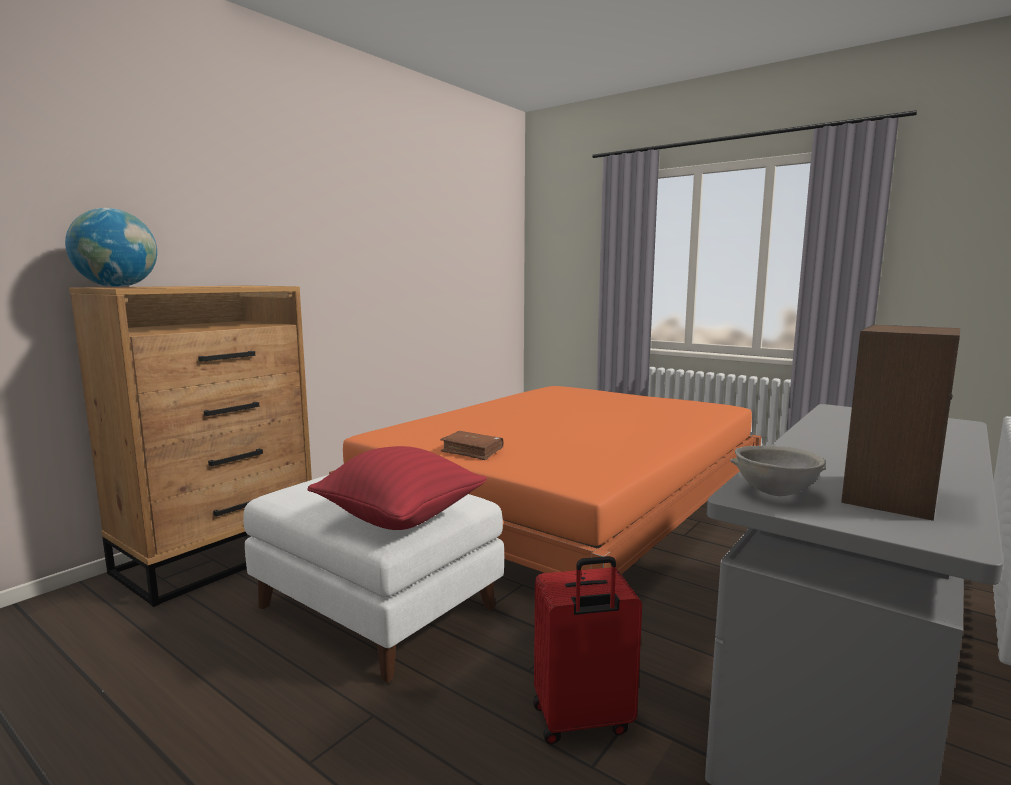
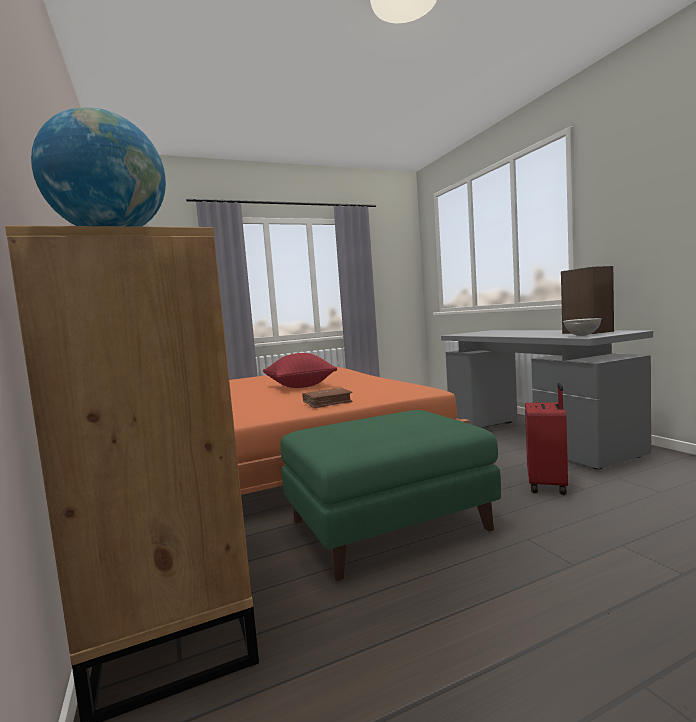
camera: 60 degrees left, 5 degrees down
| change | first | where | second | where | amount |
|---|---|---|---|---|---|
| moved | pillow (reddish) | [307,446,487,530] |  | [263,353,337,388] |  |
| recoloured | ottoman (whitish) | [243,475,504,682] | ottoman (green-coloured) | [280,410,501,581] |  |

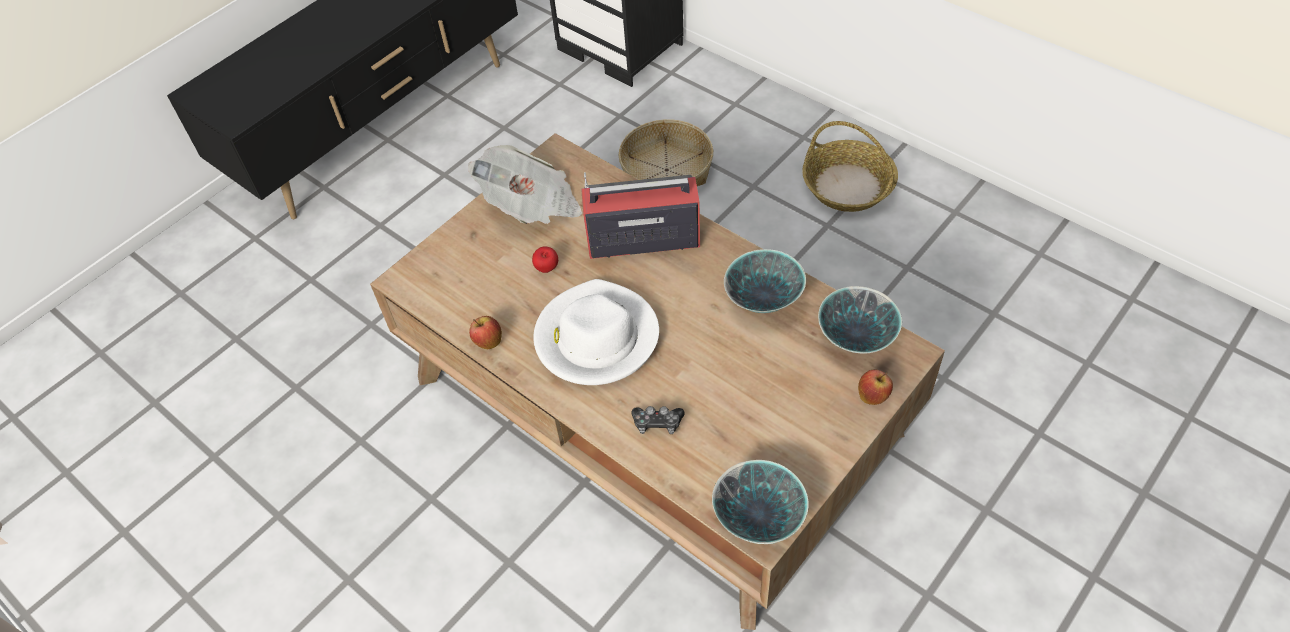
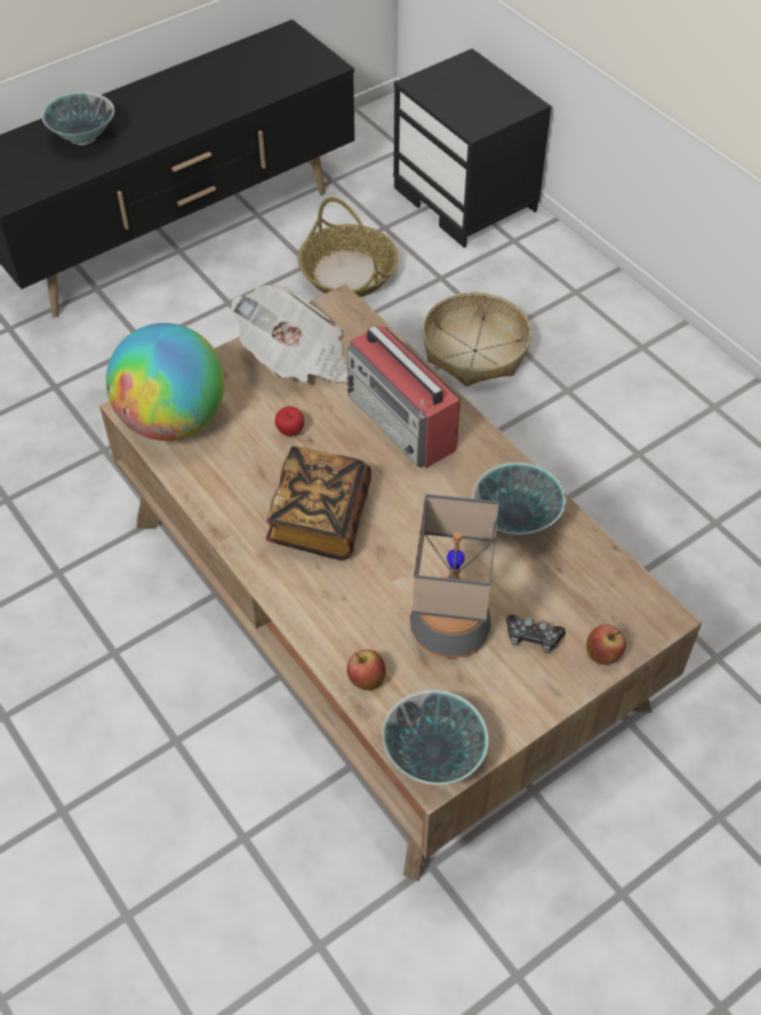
camera: 10 degrees right, 0 degrees up
| change | first | where | second | where | amount |
|---|---|---|---|---|---|
| added |  |  | globe | [106,323,225,441] |  |
| added |  |  | tabletop lamp | [410,494,499,658] |  |
| moved | whole apple | [469,316,502,349] |  | [347,650,386,691] |  |
| moved | gamepad | [631,406,685,434] |  | [506,615,566,653] |  |
| moved | basket | [802,121,898,212] |  | [298,197,398,297] |  |
| moved | deep dish | [818,286,902,354] |  | [42,92,115,145] |  |
| replaced | hat (whitish) | [533,279,659,385] | volume | [266,446,371,560] |  |
| turned | radio | [581,172,700,259] |  | [346,325,460,468] | 135 degrees counterclockwise |

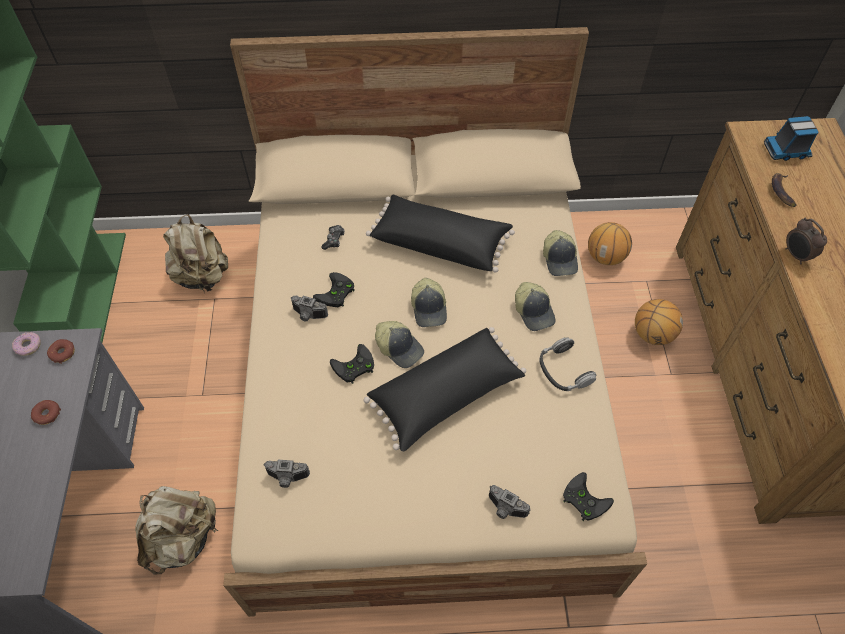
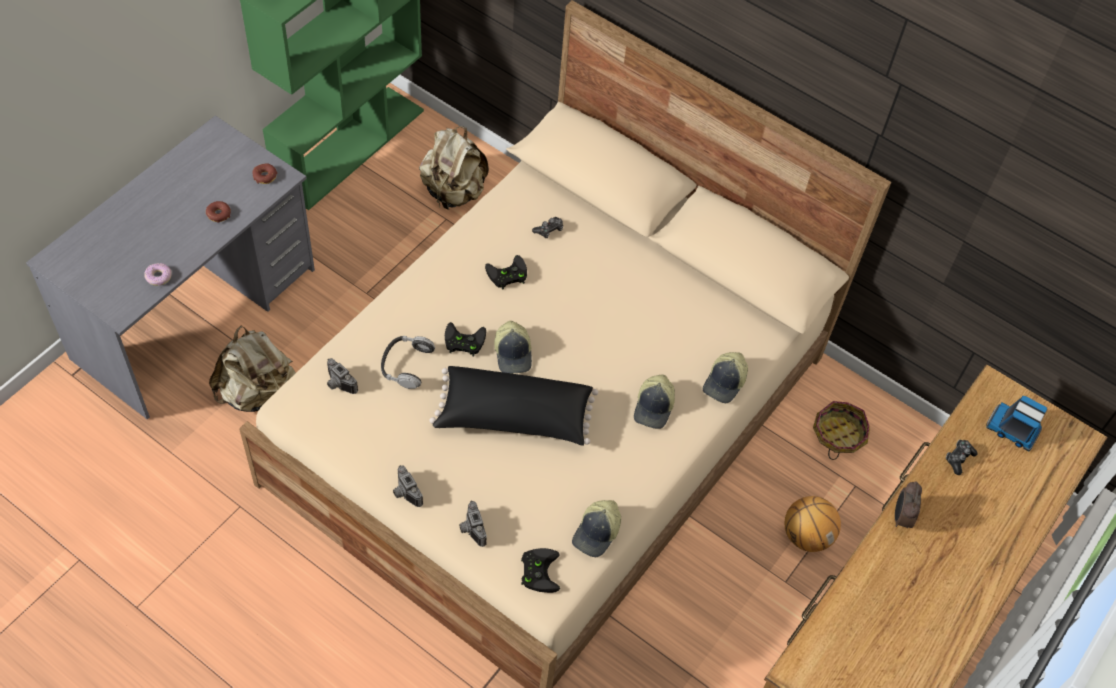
camera: 35 degrees right, 0 degrees up
| change | first | where | second | where | amount |
|---|---|---|---|---|---|
| removed | pillow (blackish) | [366,195,515,273] |  |  |  |
| moved | ring doughnut | [12,332,41,356] |  | [144,263,172,286] |  |
| moved | photo camera | [290,296,328,321] |  | [393,465,423,507] |  |
| moved | baseball cap | [411,278,447,327] |  | [572,500,621,557] |  |
| moved | headset | [539,338,597,391] |  | [381,336,435,389] |  |
| replaced | basketball | [588,222,632,265] | basket | [813,401,870,460] |  |
| replaced | banana fruit | [772,173,797,207] | gamepad | [946,440,978,475] |  |

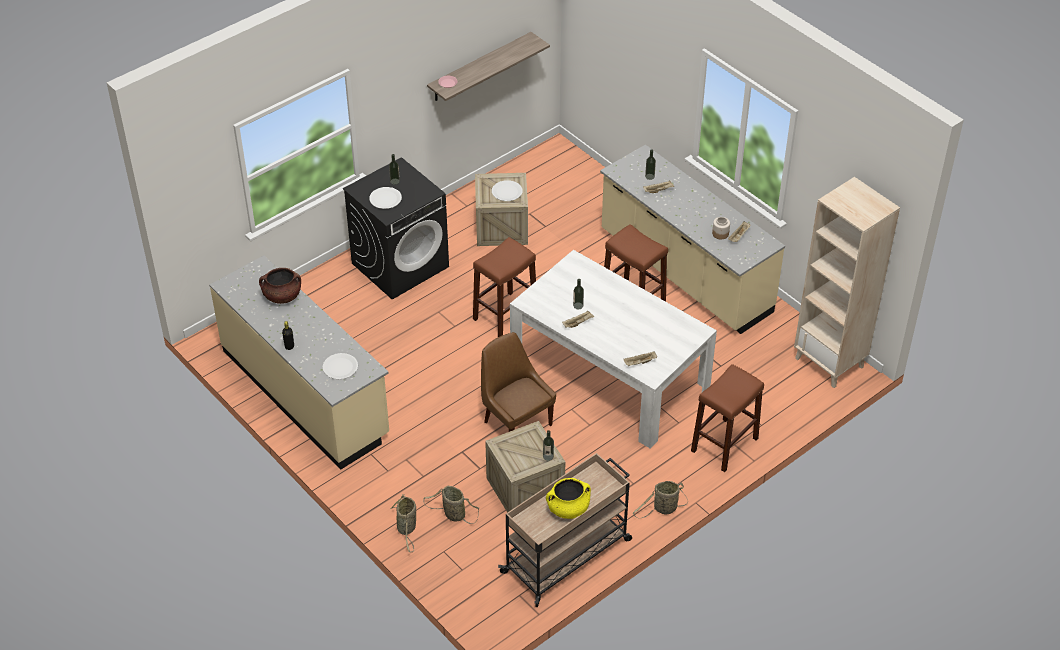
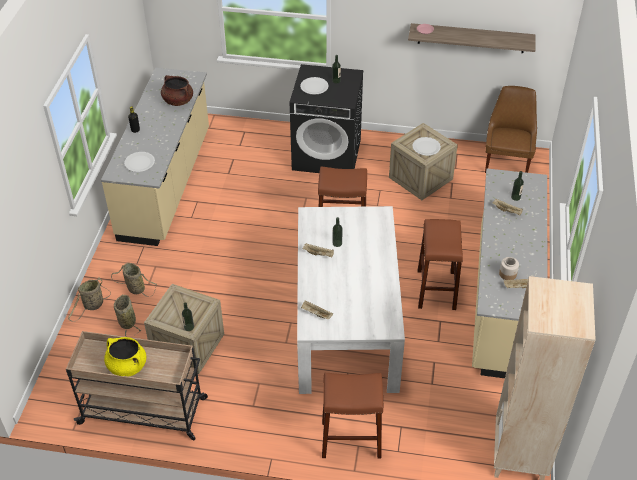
camera: 50 degrees right, 0 degrees up
| change | first | where | second | where | amount |
|---|---|---|---|---|---|
| moved | plain chair (brownish) | [481,332,556,432] |  | [485,86,537,173] |  |
| moved | basket | [633,481,688,518] |  | [111,263,157,297] |  |

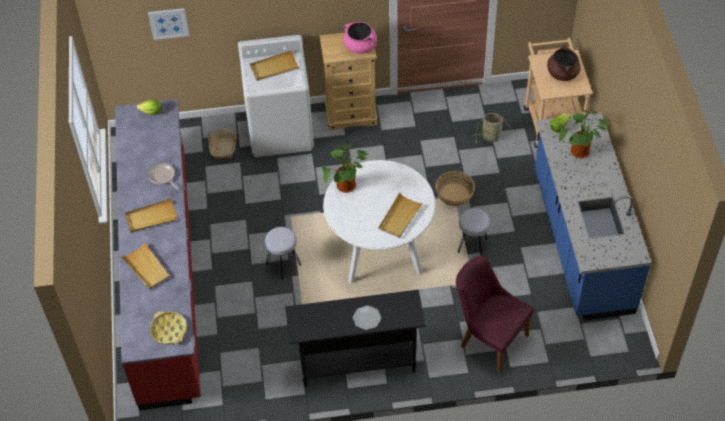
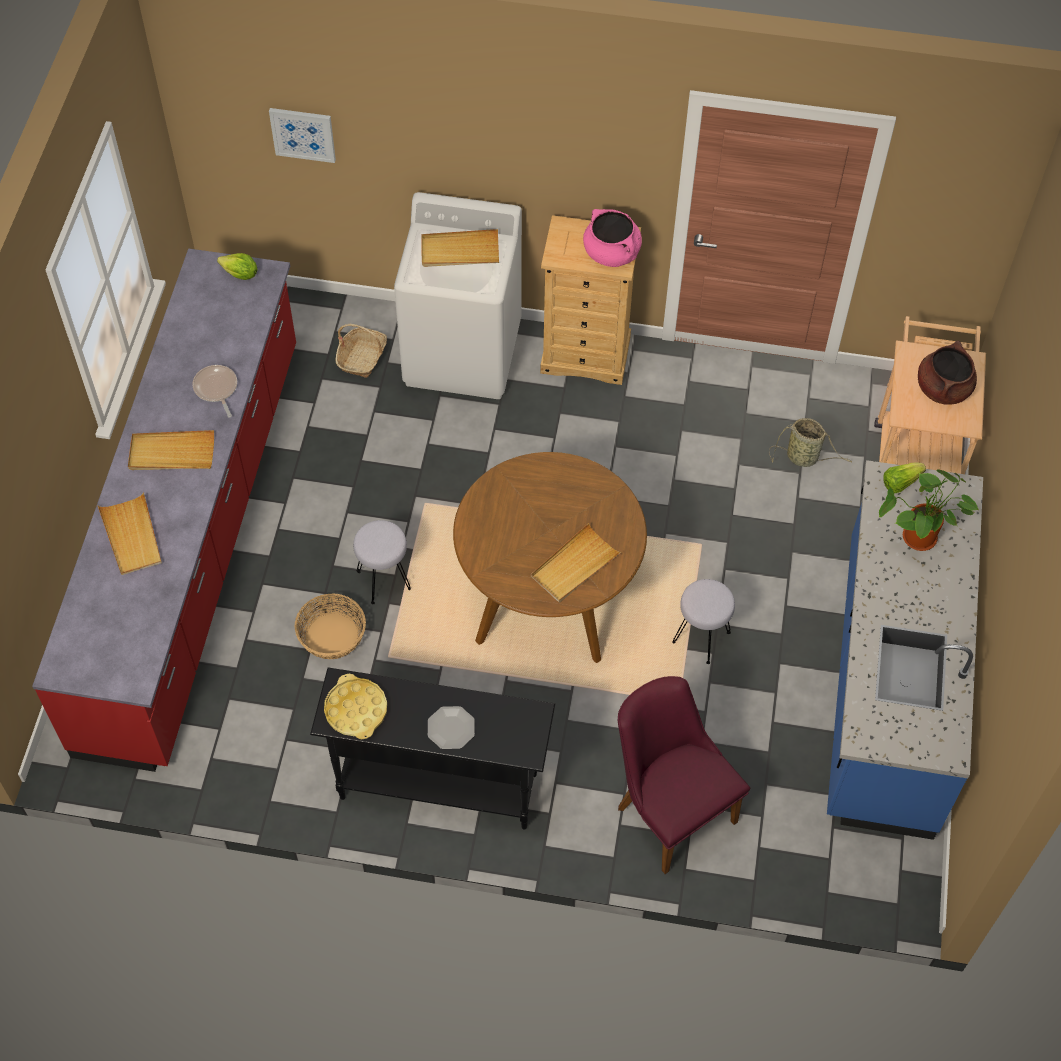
camera: 15 degrees right, 5 degrees up
| change | first | where | second | where | amount |
|---|---|---|---|---|---|
| removed | plant in a pot | [322,143,368,193] |  |  |  |
| moved | carrying tray (yellowish) | [150,311,187,345] |  | [324,674,387,739] |  |
| moved | basket | [435,171,475,207] |  | [295,594,366,659] |  |
| recoloured | dinner table (whitish) | [323,160,436,283] | dinner table (brownish) | [453,452,647,663] |  |

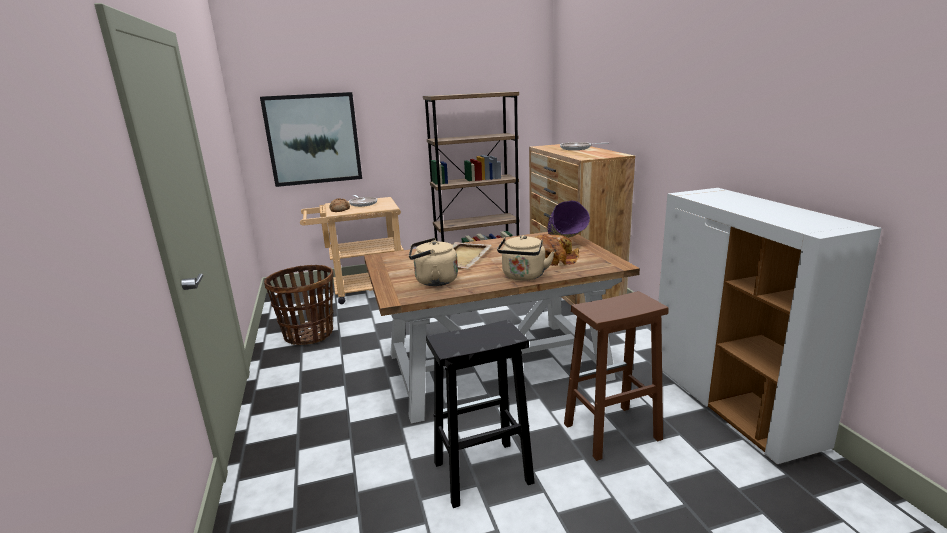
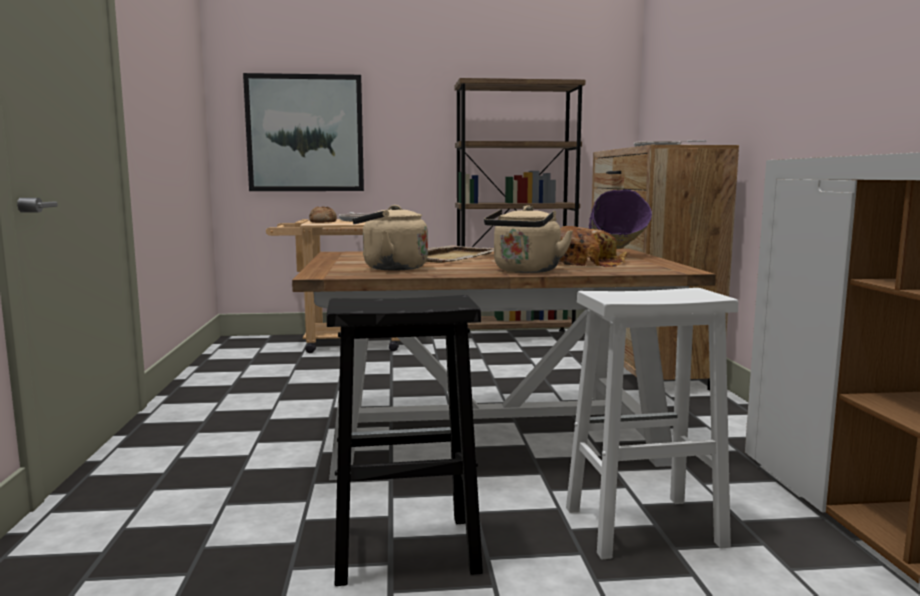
camera: 10 degrees right, 10 degrees down
| change | first | where | second | where | amount |
|---|---|---|---|---|---|
| removed | basket | [264,265,334,345] |  |  |  |
| recoloured | stool seat (brownish) | [564,291,669,461] | stool seat (whitish) | [566,288,738,560] |  |

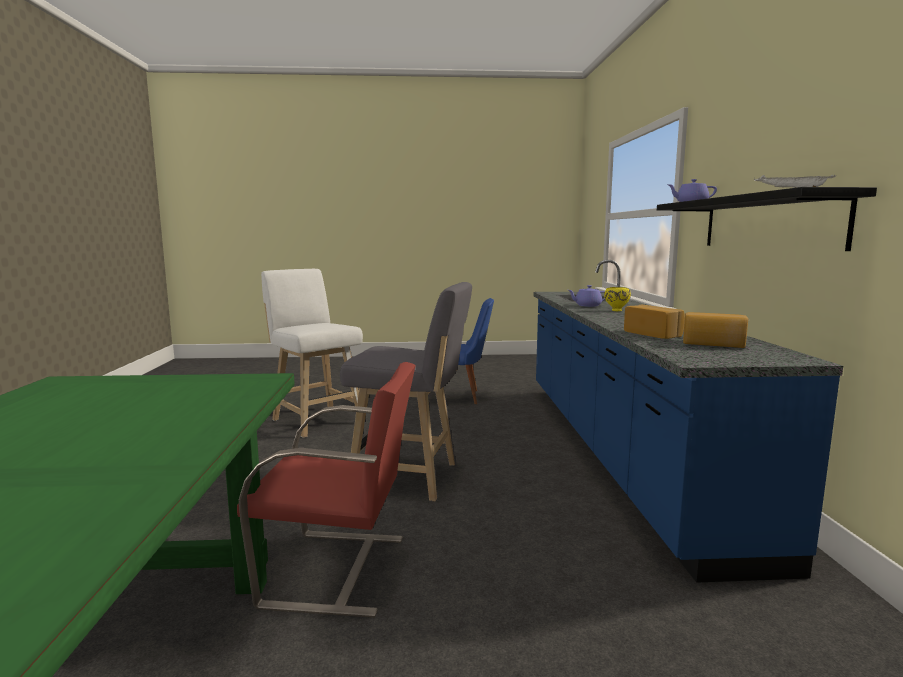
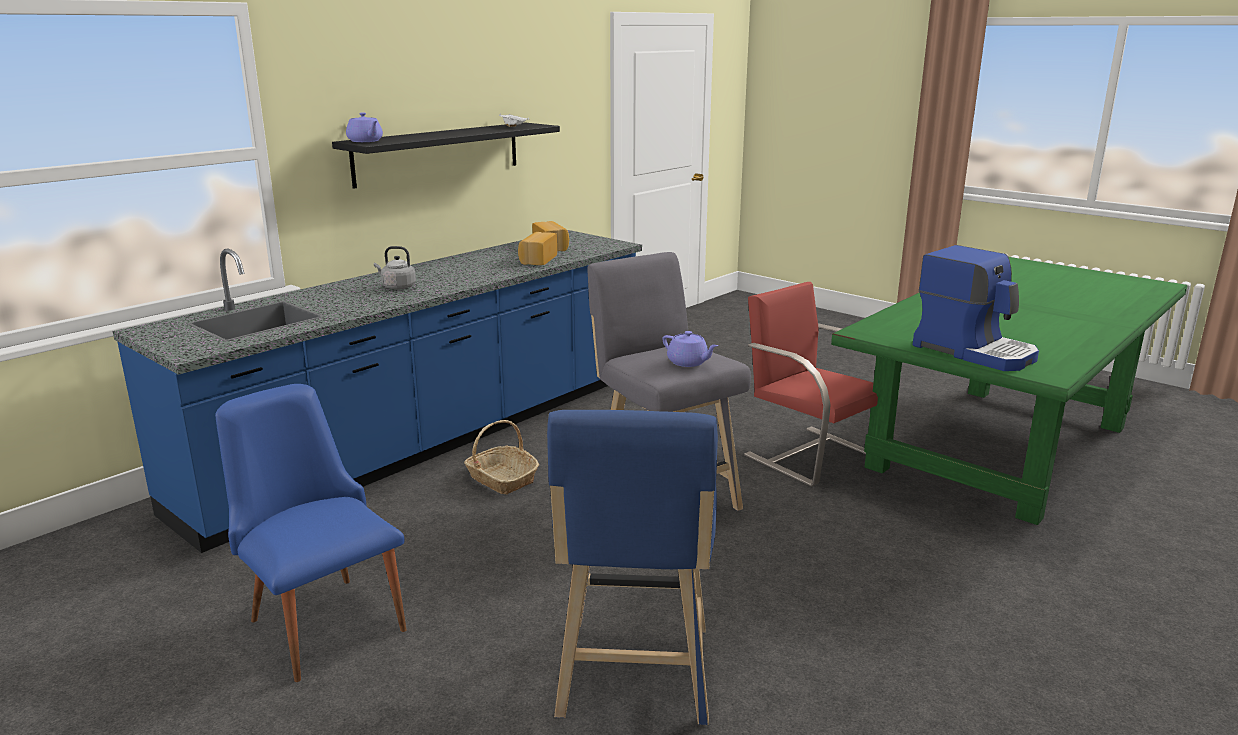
camera: 135 degrees left, 10 degrees up
| change | first | where | second | where | amount |
|---|---|---|---|---|---|
| added |  |  | basket | [464,420,539,494] |  |
| added |  |  | coffee machine | [912,245,1039,371] |  |
| moved | teapot (purple-coloured) | [568,285,605,307] |  | [663,331,718,367] |  |
| replaced | deep dish (yellowish) | [604,287,631,311] | kettle (grey) | [374,246,416,289] |  |
| recoloured | stool seat (whitish) | [261,269,363,438] | stool seat (blue) | [547,410,718,725] |  |

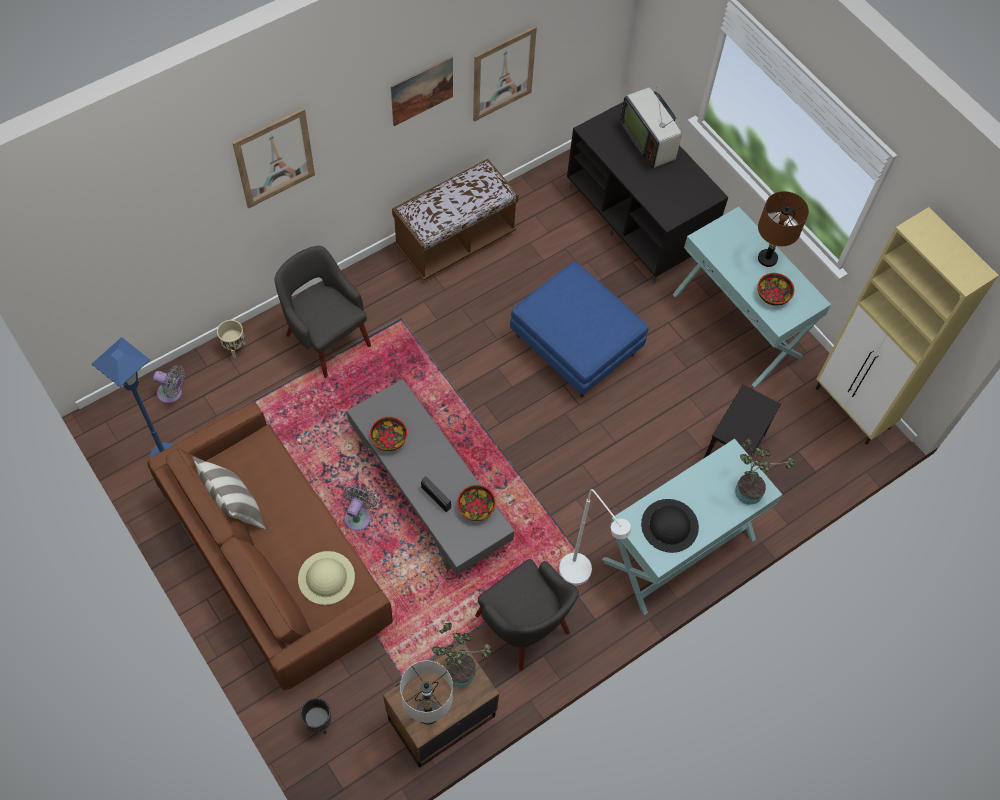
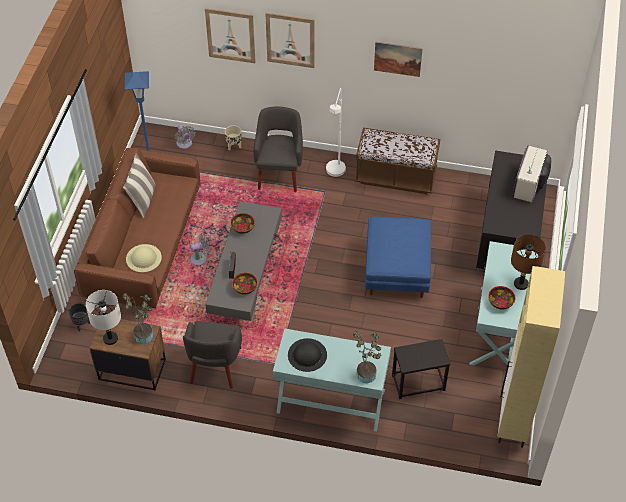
camera: 50 degrees right, 10 degrees down
| change | first | where | second | where | amount |
|---|---|---|---|---|---|
| moved | wall art | [473,26,537,122] |  | [205,8,256,63] |  |
| moved | standing lamp (whitish) | [559,489,631,585] |  | [326,88,346,177] |  |

